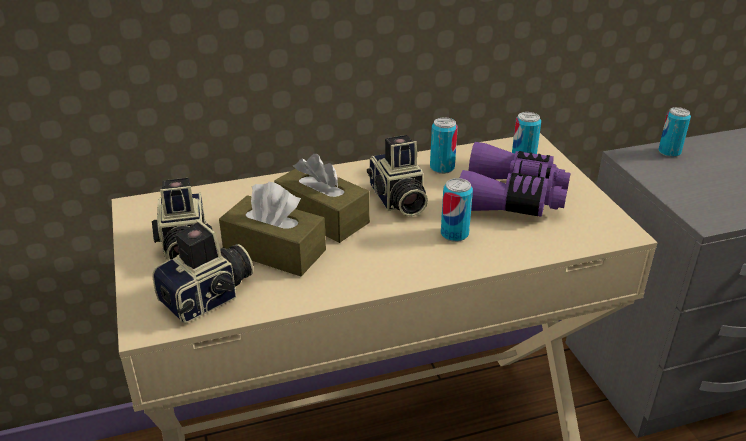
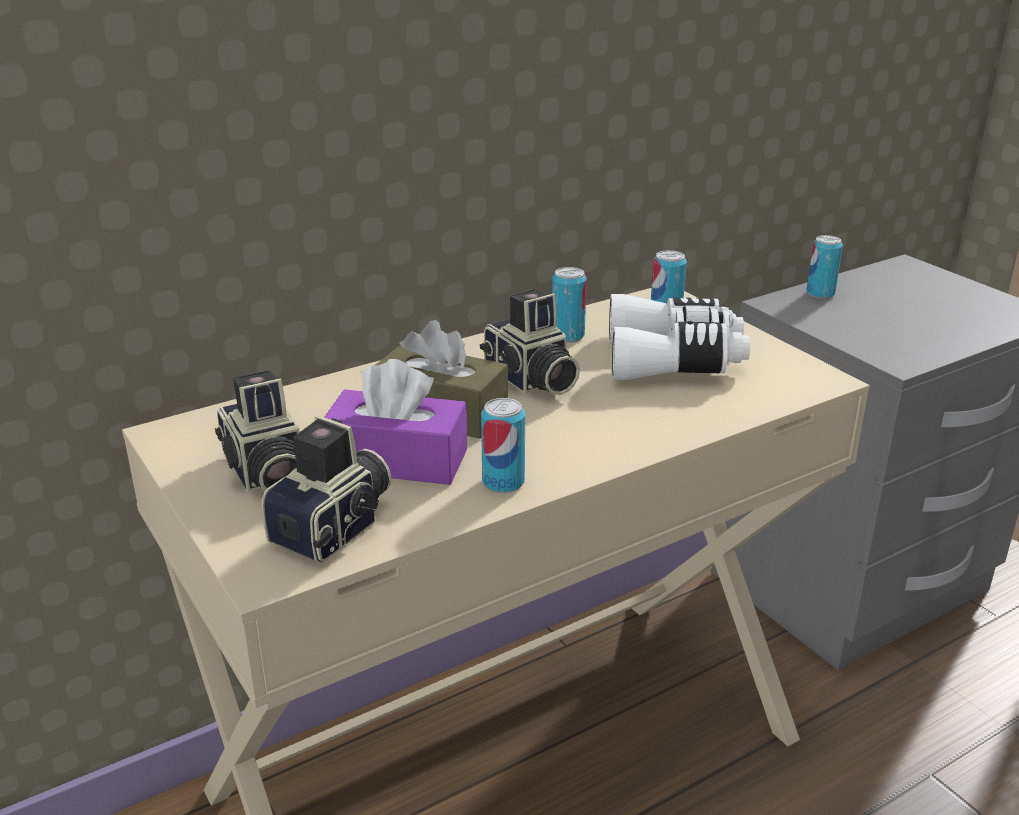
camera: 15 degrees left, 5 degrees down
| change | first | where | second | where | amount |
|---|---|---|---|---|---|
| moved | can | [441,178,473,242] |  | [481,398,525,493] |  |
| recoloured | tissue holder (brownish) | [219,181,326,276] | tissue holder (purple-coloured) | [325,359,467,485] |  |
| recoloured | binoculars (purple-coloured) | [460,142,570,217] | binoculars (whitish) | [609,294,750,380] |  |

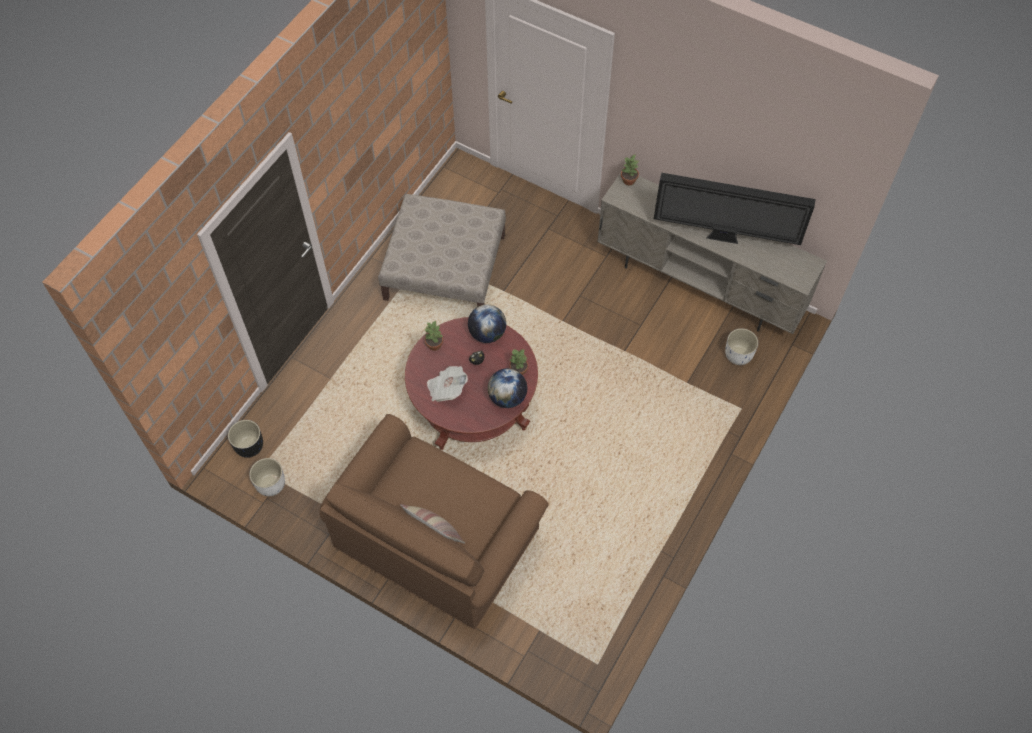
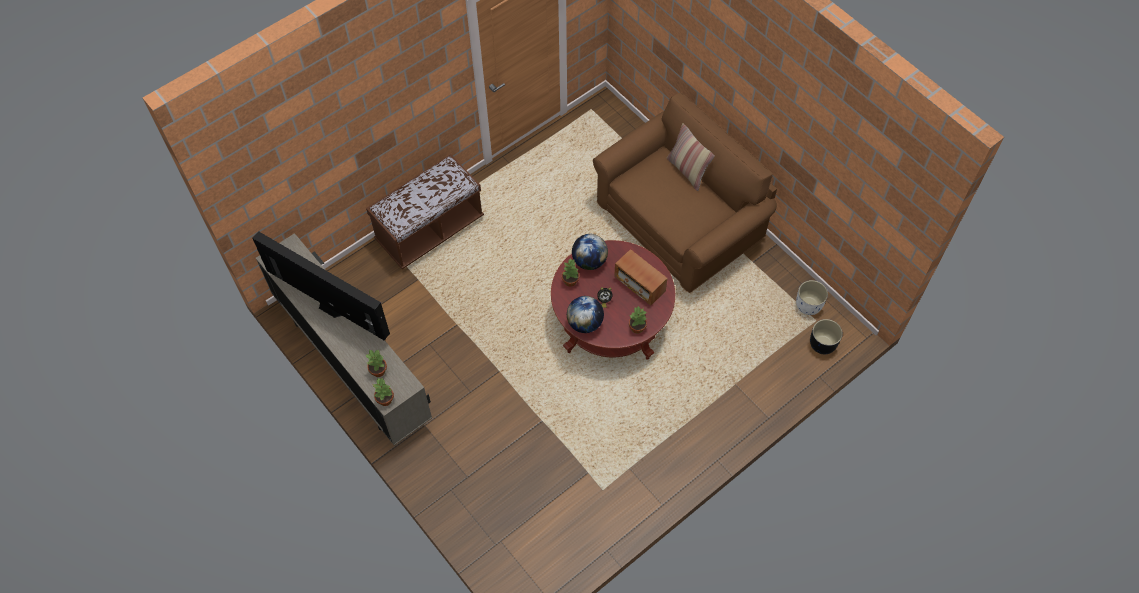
camera: 160 degrees left, 0 degrees up
| change | first | where | second | where | amount |
|---|---|---|---|---|---|
| removed | ottoman (beige) | [378,194,506,307] |  |  |  |
| removed | planter (whitish) | [725,328,758,365] |  |  |  |
| added |  |  | plant in a pot | [365,350,387,377] |  |
| added |  |  | long seat (brownish) | [366,154,484,269] |  |
| replaced | printed paper | [427,366,468,402] | radio | [614,249,667,306] |  |

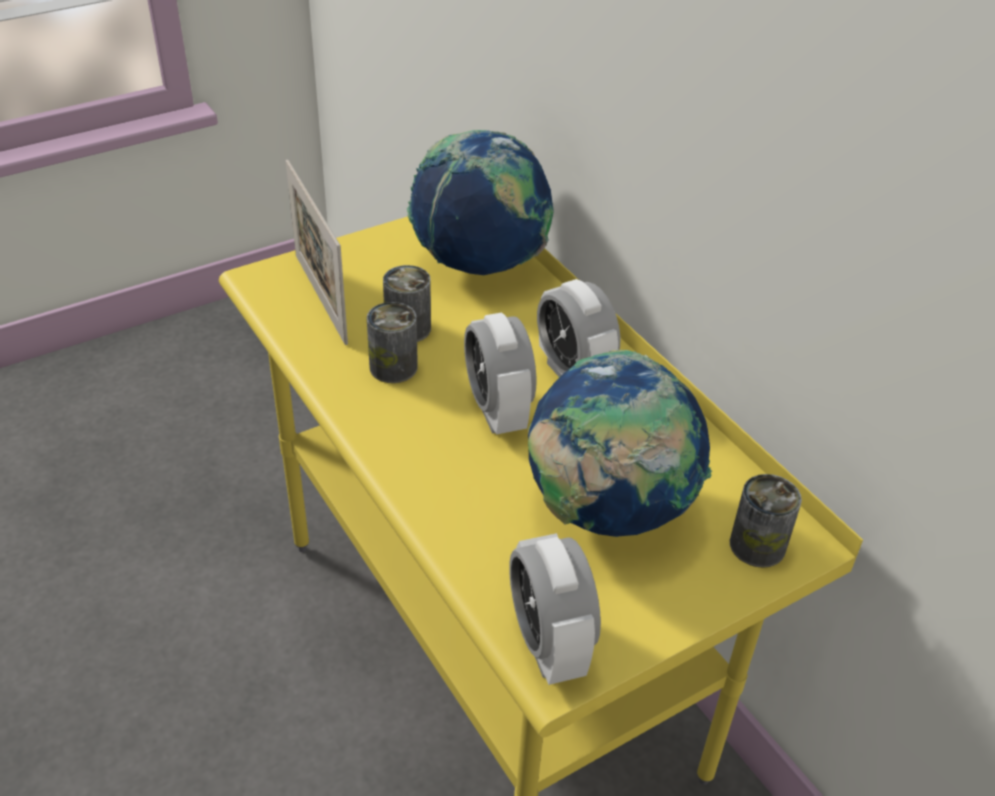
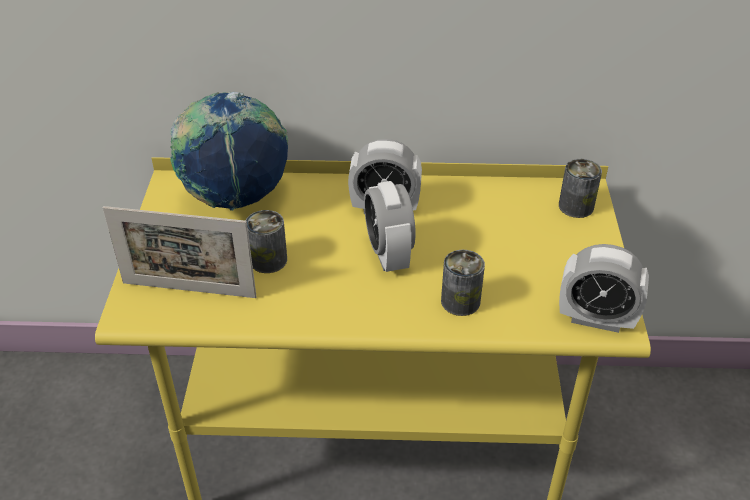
camera: 55 degrees left, 0 degrees up
| change | first | where | second | where | amount |
|---|---|---|---|---|---|
| removed | globe | [528,350,712,537] |  |  |  |
| moved | can | [367,302,418,383] |  | [441,250,485,316] |  |
| turned | alarm clock | [464,312,536,435] |  | [364,181,416,272] | 60 degrees clockwise |

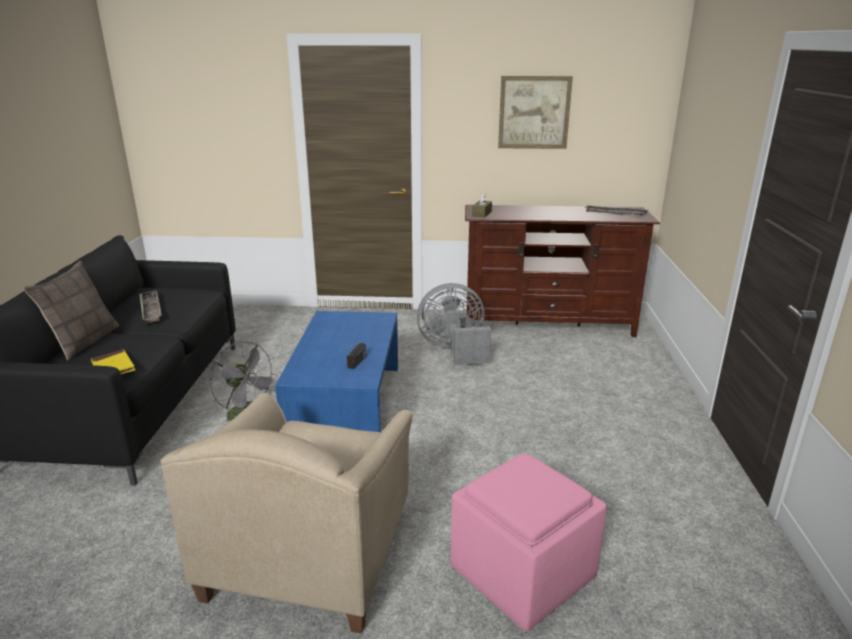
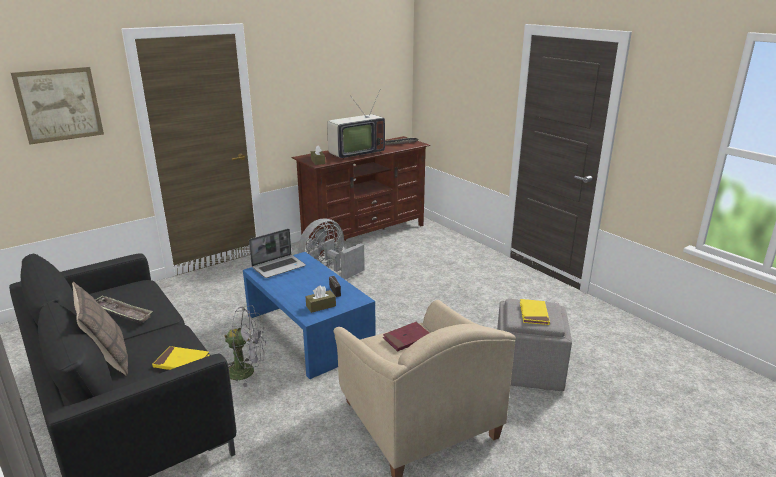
camera: 40 degrees left, 0 degrees up
| change | first | where | second | where | amount |
|---|---|---|---|---|---|
| added |  |  | laptop | [249,228,306,278] |  |
| added |  |  | tissue holder (brownish) | [306,285,336,313] |  |
| added |  |  | TV set | [327,91,385,161] |  |
| added |  |  | volume (reddish) | [383,322,429,352] |  |
| added |  |  | volume (yellowish) | [520,299,550,325] |  |
| moved | wall art | [498,76,573,149] |  | [11,67,104,144] |  |
| recoloured | ottoman (pink) | [451,453,607,631] | ottoman (grey) | [497,299,572,391] |  |

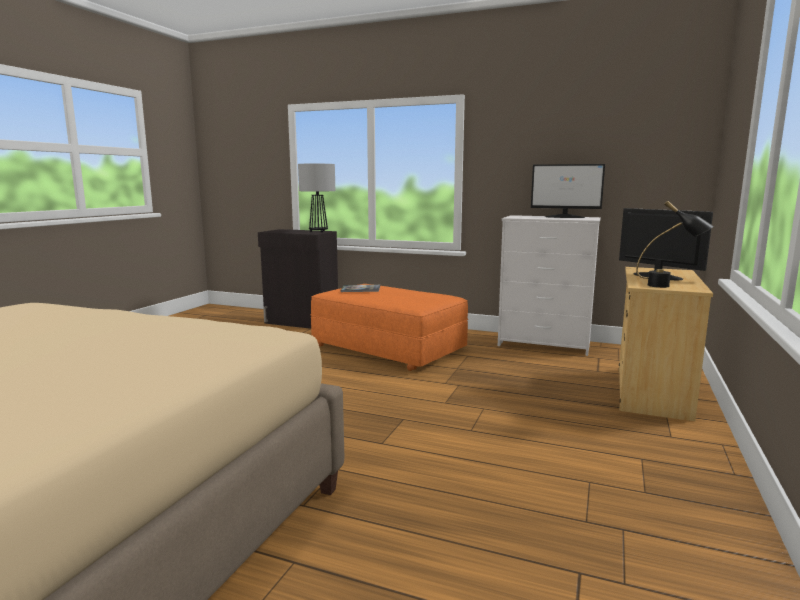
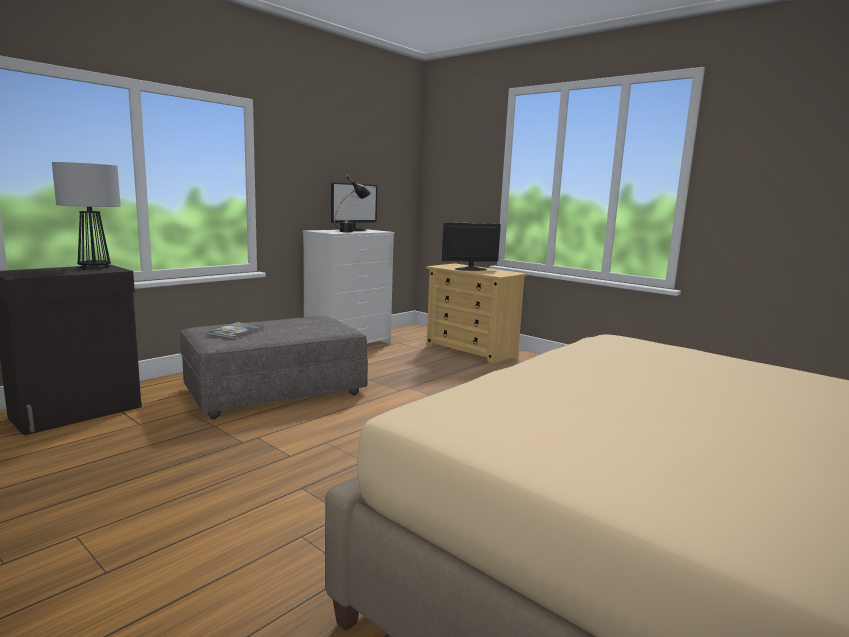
camera: 70 degrees left, 0 degrees up
| change | first | where | second | where | amount |
|---|---|---|---|---|---|
| moved | tabletop lamp (blackish) | [636,201,714,288] |  | [334,175,371,232] |  |
| recoloured | ottoman (orange-coloured) | [310,284,468,371] | ottoman (grey) | [180,316,368,419] |  |

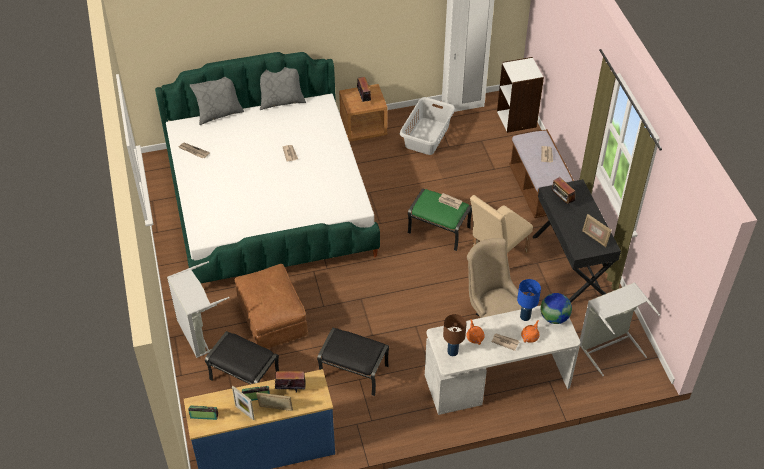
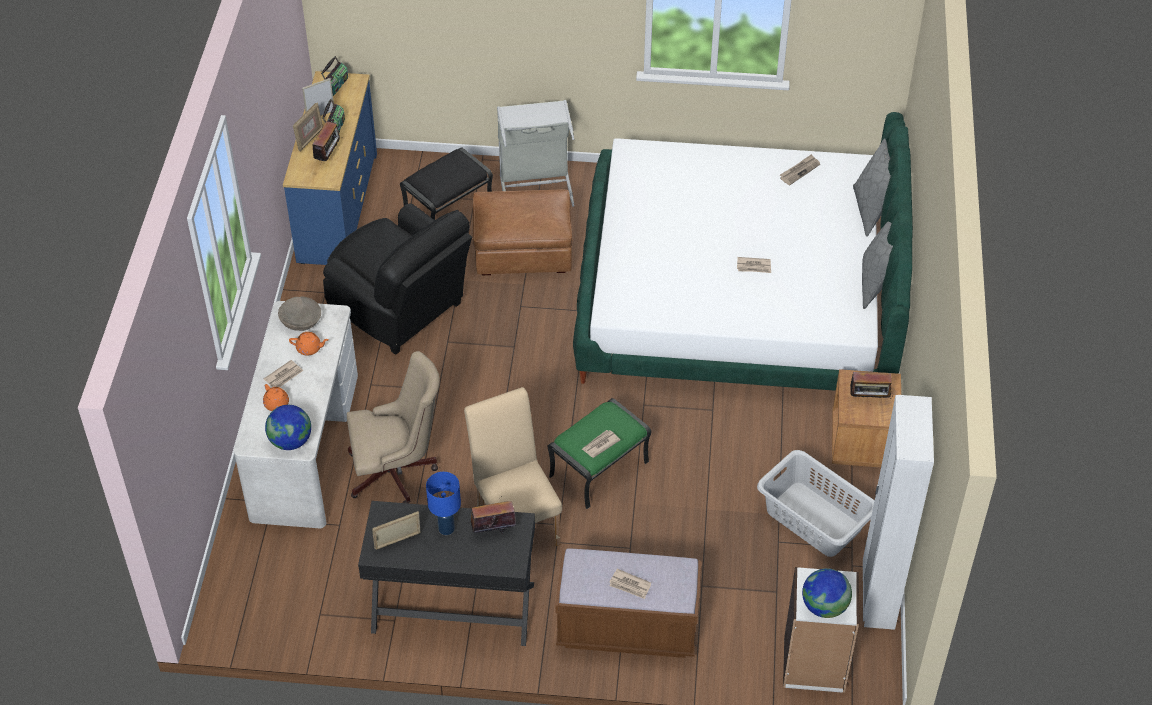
camera: 110 degrees right, 0 degrees up
| change | first | where | second | where | amount |
|---|---|---|---|---|---|
| removed | laundry basket (grey) | [580,282,660,376] |  |  |  |
| added |  |  | globe | [802,568,852,618] |  |
| moved | tabletop lamp (blue) | [517,279,541,321] |  | [426,472,461,535] |  |
| replaced | ottoman (blackish) | [317,328,389,396] | armchair (blackish) | [323,203,472,355] |  |
| replaced | tabletop lamp (brownish) | [443,314,467,356] | deep dish (beige) | [278,297,321,331] |  |

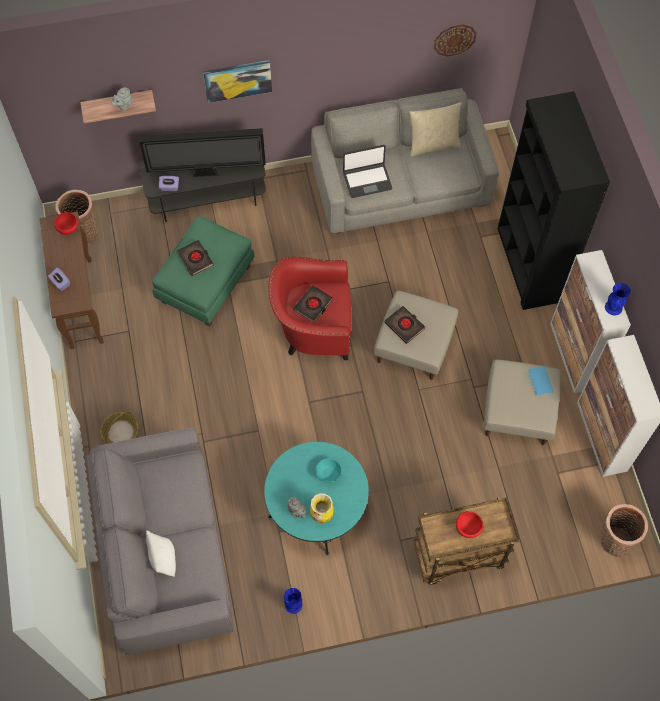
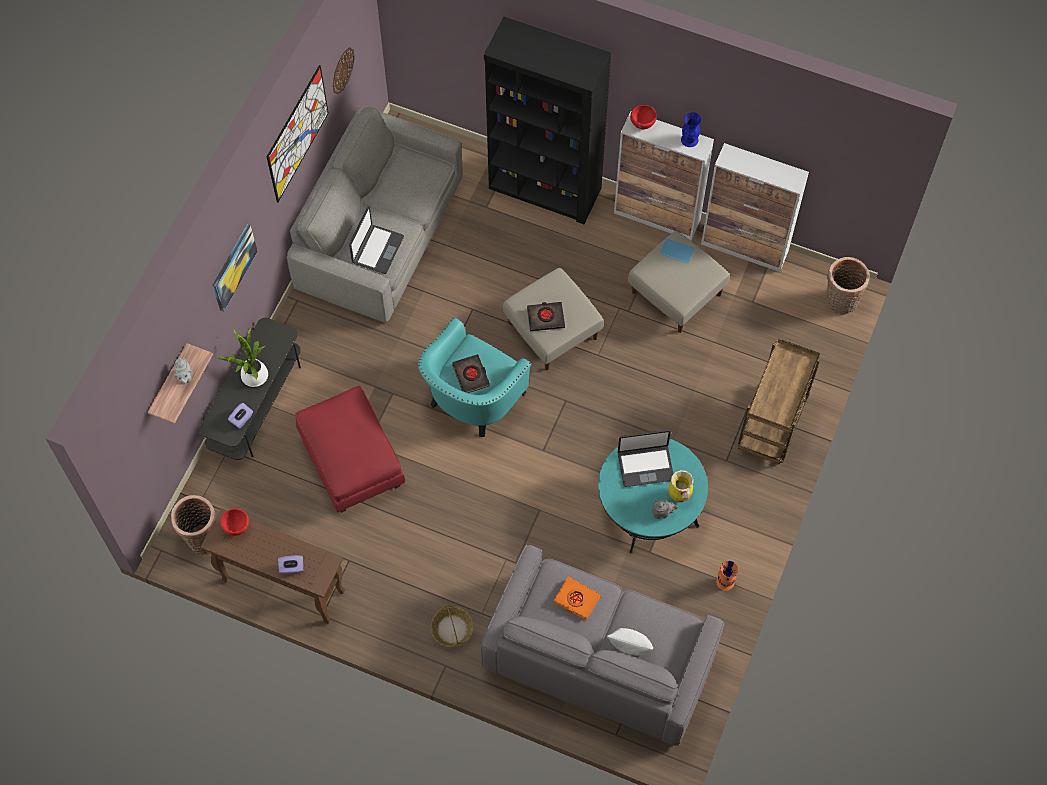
camera: 55 degrees left, 0 degrees up
| change | first | where | second | where | amount |
|---|---|---|---|---|---|
| removed | volume (blackish) | [177,240,214,276] |  |  |  |
| removed | pillow (beige) | [409,102,462,156] |  |  |  |
| added |  |  | wall art | [267,65,329,202] |  |
| added |  |  | volume (orange-coloured) | [554,577,601,620] |  |
| moved | deep dish (reddish) | [456,511,483,538] |  | [630,105,657,129] |  |
| replaced | TV set | [139,128,266,177] | plant in a pot | [217,327,268,387] |  |
| replaced | deep dish (turquoise-coloured) | [315,458,342,483] | laptop | [618,430,674,487] |  |
| recoloured | ottoman (green-coloured) | [152,216,254,326] | ottoman (reddish) | [295,386,405,513] |  |
| recoloured | armchair (reddish) | [268,256,351,360] | armchair (turquoise-coloured) | [418,318,531,437] |  |
| recoloured | vase (blue) | [284,588,302,614] | vase (orange-coloured) | [716,561,738,591] |  |

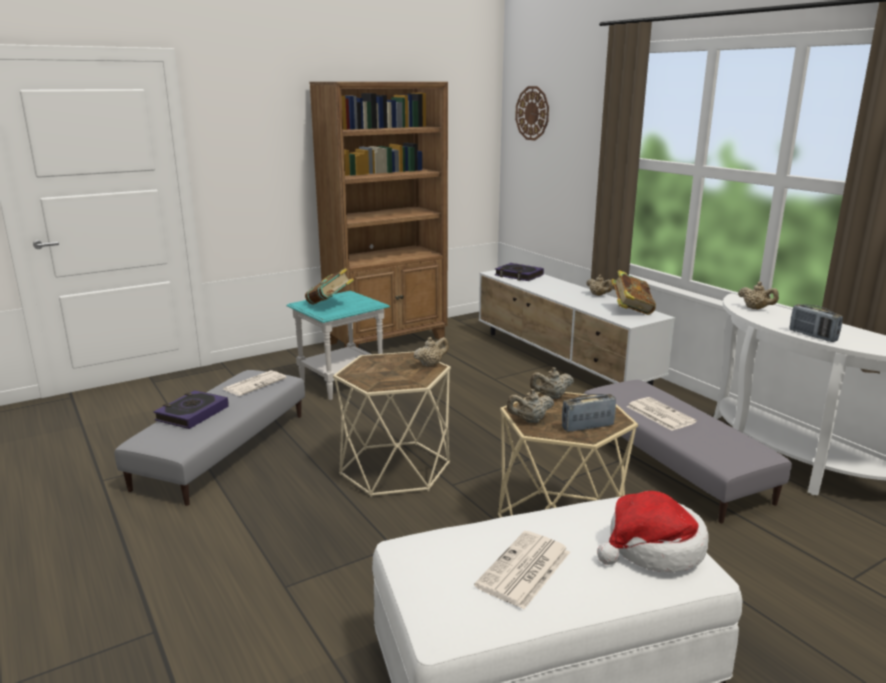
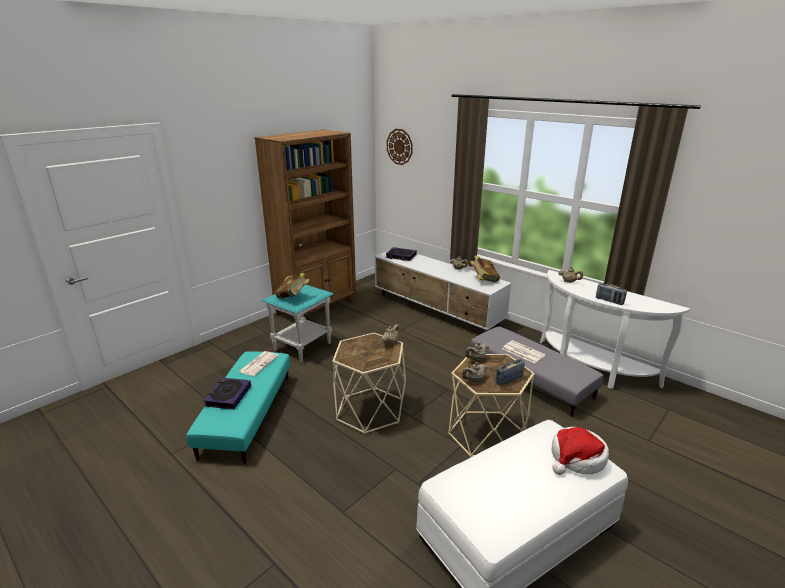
camera: 15 degrees left, 5 degrees up
| change | first | where | second | where | amount |
|---|---|---|---|---|---|
| removed | printed paper | [474,531,570,609] |  |  |  |
| recoloured | ottoman (grey) | [114,370,305,506] | ottoman (turquoise-coloured) | [186,351,290,464] |  |

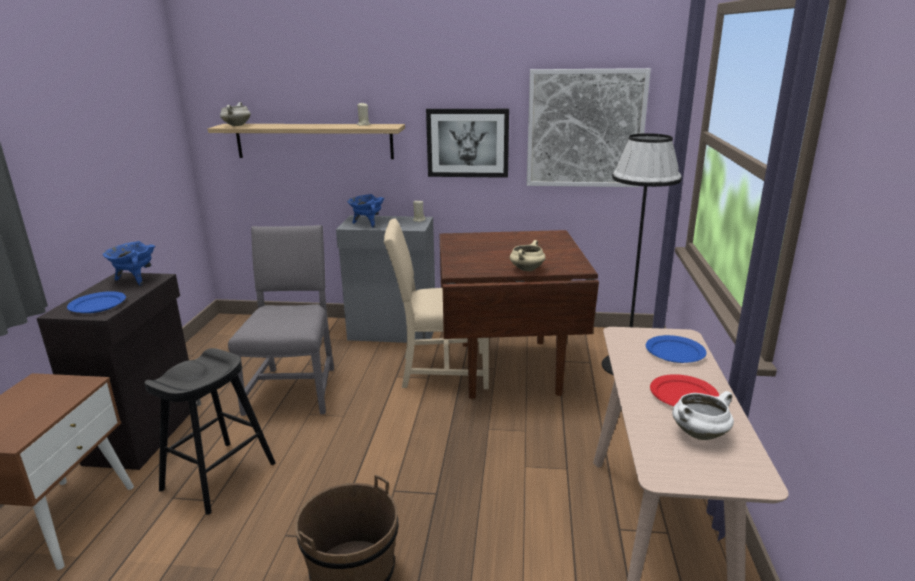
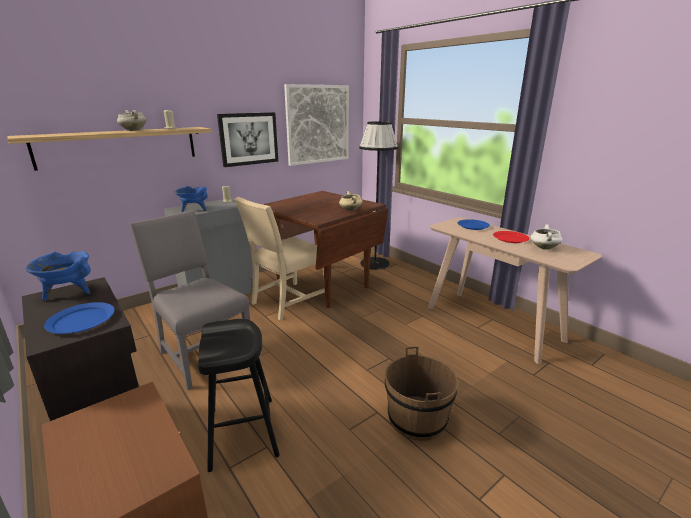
camera: 45 degrees left, 0 degrees up
| change | first | where | second | where | amount |
|---|---|---|---|---|---|
| moved | stockpot (whitish) | [220,102,251,126] |  | [117,110,147,131] |  |

